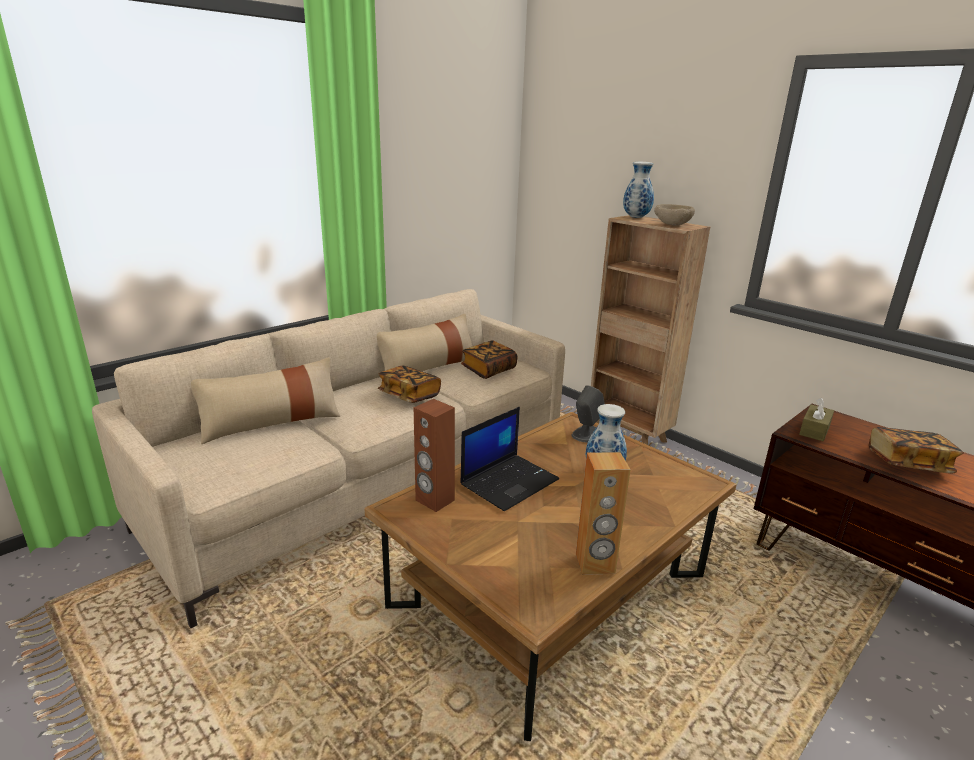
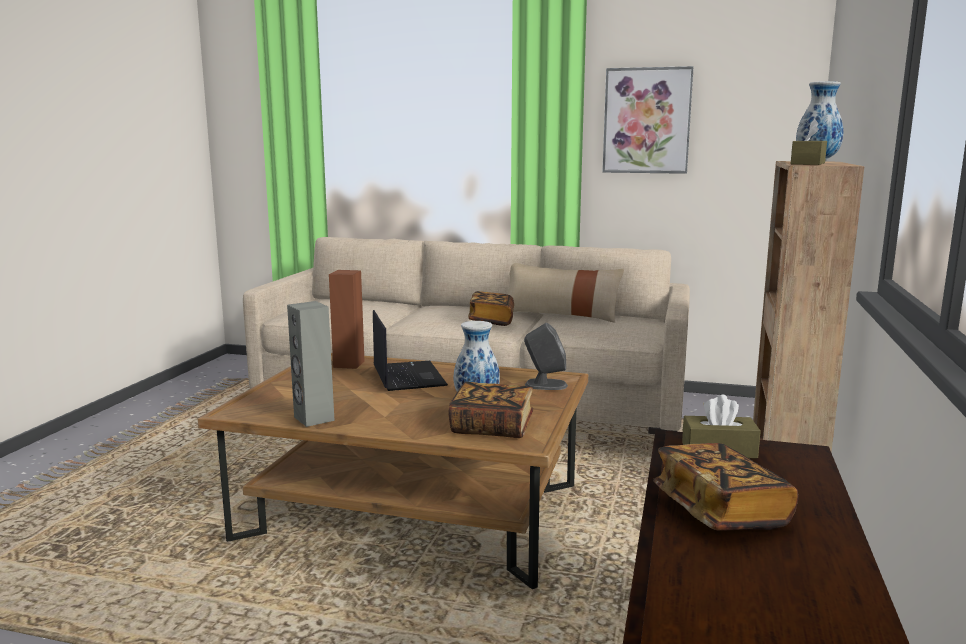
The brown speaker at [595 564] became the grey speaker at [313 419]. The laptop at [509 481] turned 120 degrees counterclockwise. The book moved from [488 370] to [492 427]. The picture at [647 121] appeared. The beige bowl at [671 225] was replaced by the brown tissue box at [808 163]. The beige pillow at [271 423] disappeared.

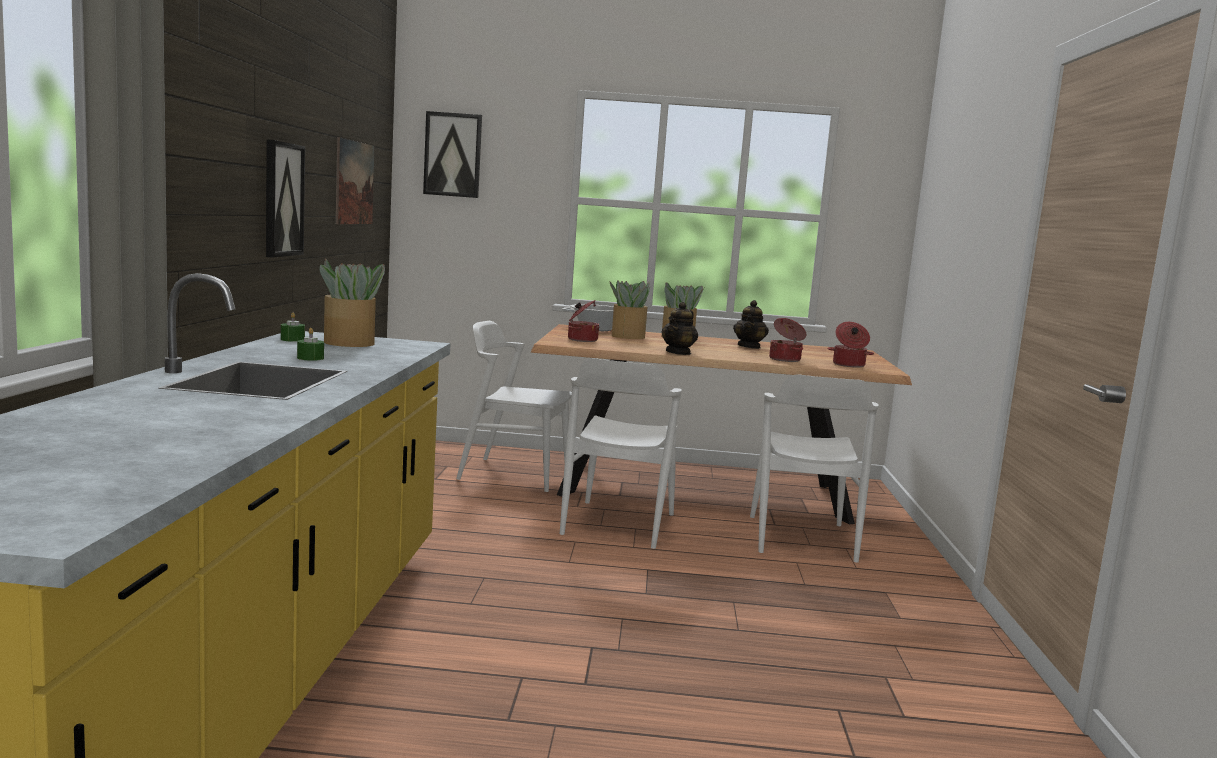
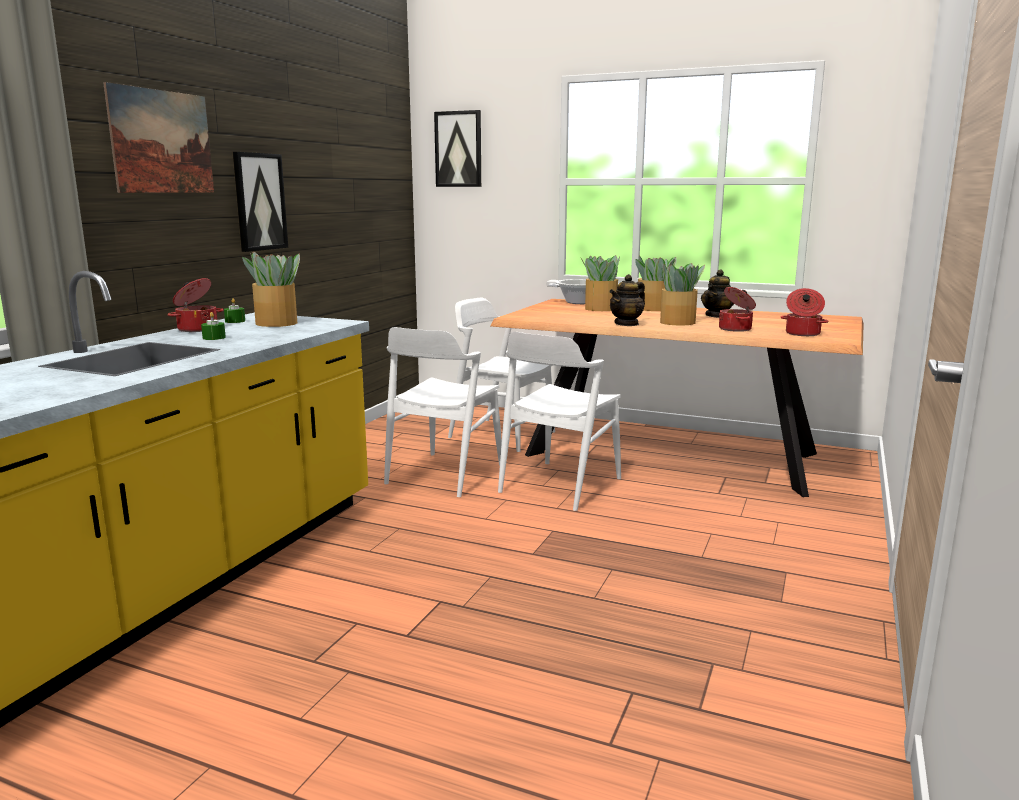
The picture moved from [354 183] to [162 142]. The cooking pot moved from [581 340] to [197 329]. The white chair moved from [801 538] to [444 474]. The potted plant at [678 322] appeared.

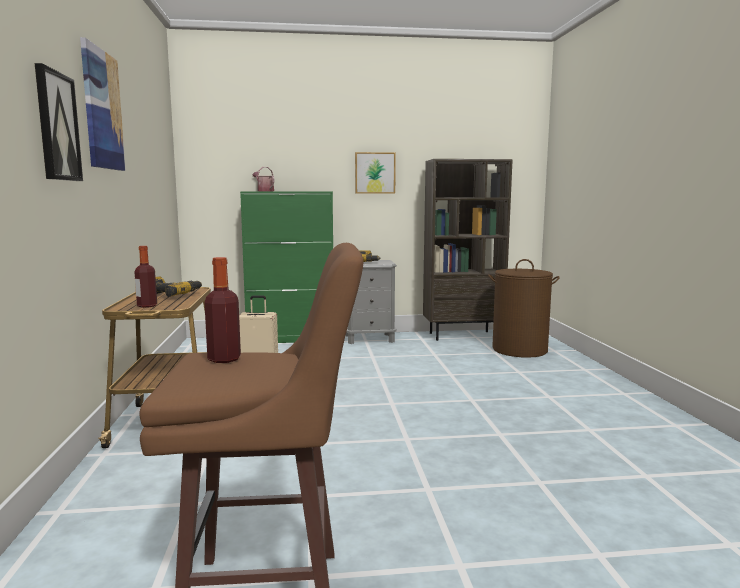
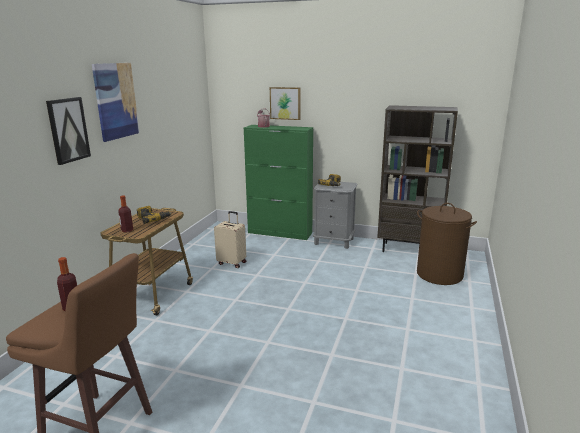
The picture moved from [375 173] to [285 103].

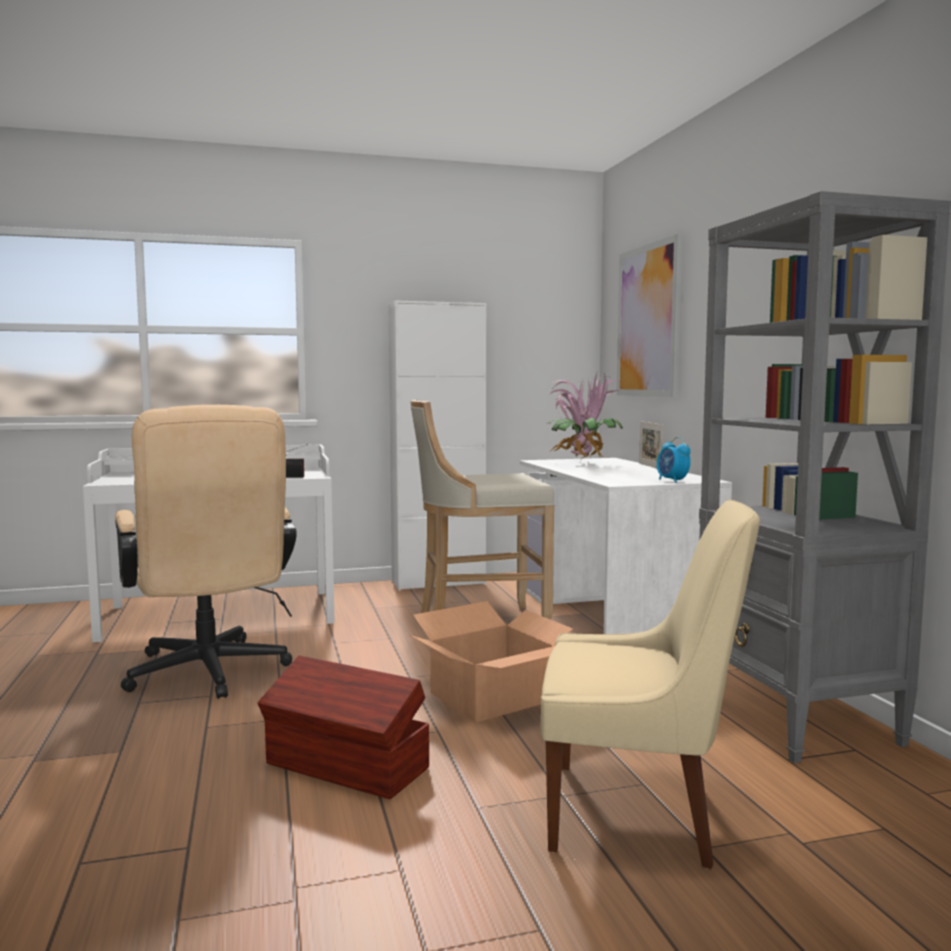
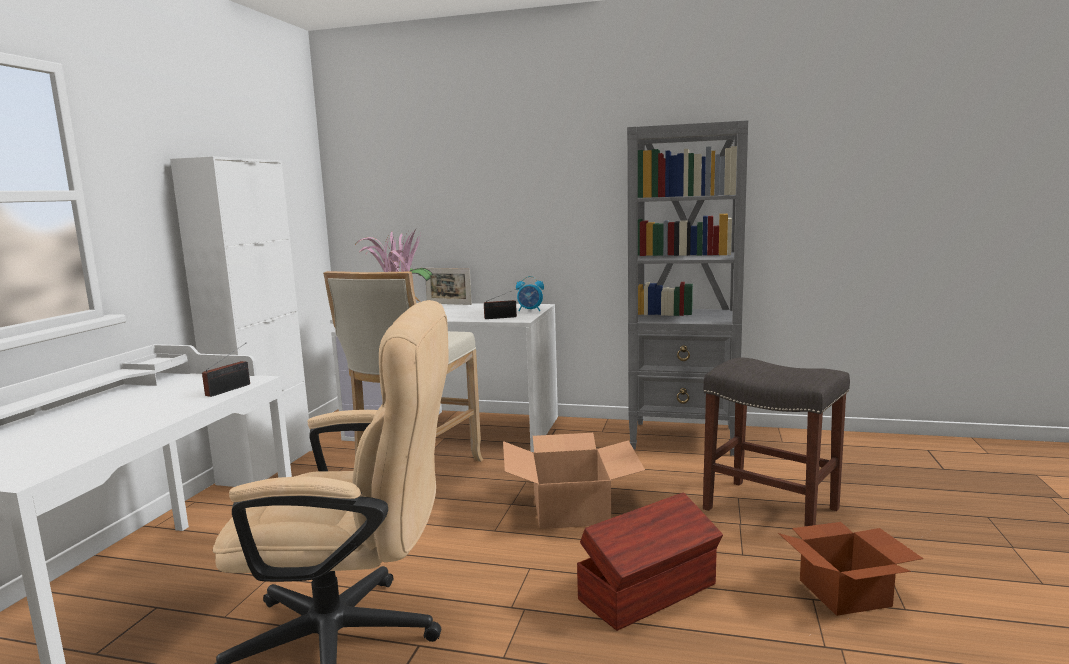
The radio at [502 317] appeared. The beige chair at [638 813] was replaced by the grey stool at [772 509]. The cardboard box at [847 593] appeared. The picture at [648 321] disappeared.

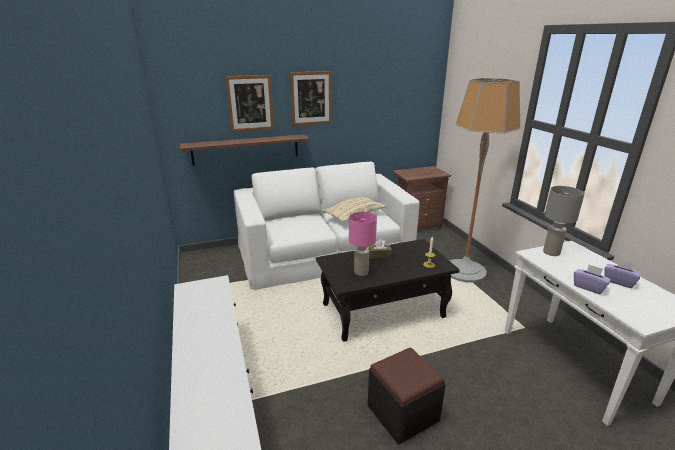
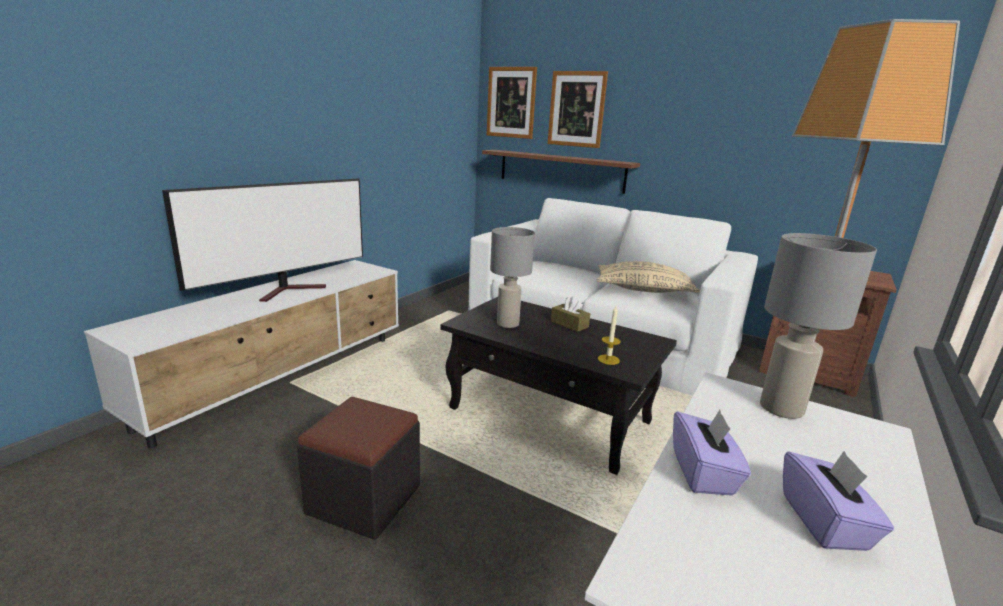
The television at [290 290] appeared. The picture moved from [311 98] to [511 102]. The pink table lamp at [361 272] became the grey table lamp at [508 324].

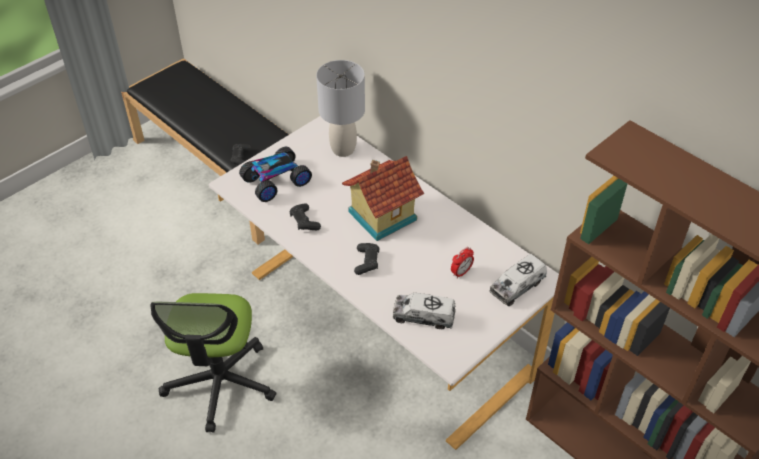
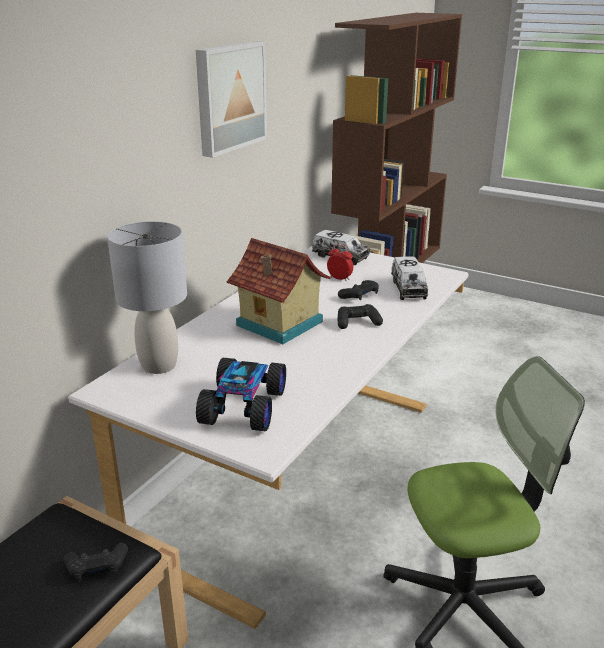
The picture at [229 97] appeared. The toy car at [276 181] turned 60 degrees clockwise. The black game controller moved from [304 221] to [359 296].

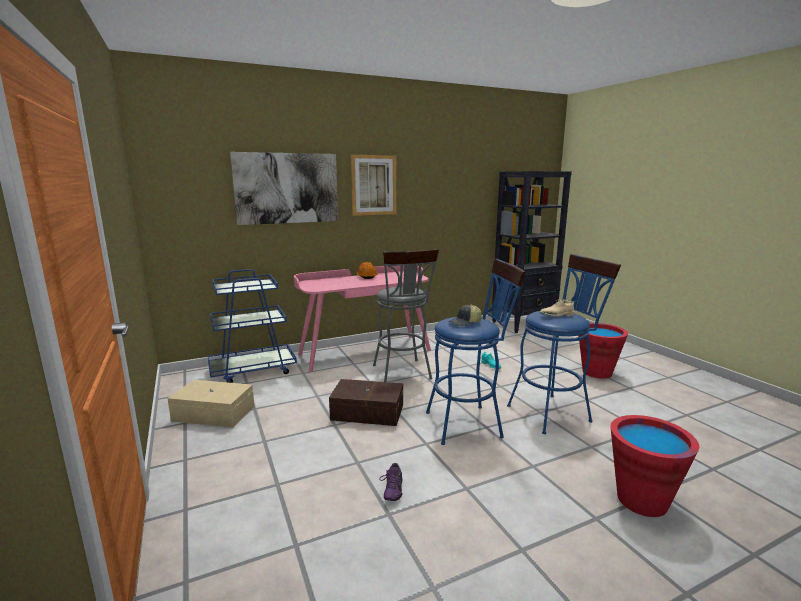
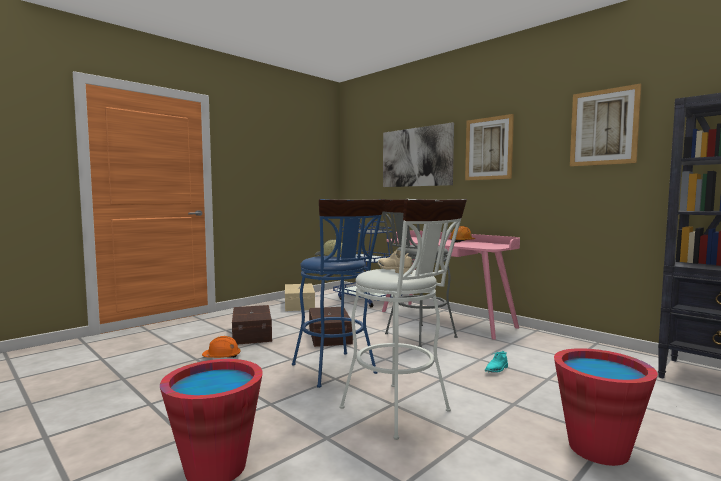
The purple shoe at [391 491] was replaced by the orange hard hat at [222 356]. The brown storage box at [253 333] appeared. The blue stool at [553 412] became the white stool at [401 412]. The picture at [603 127] appeared.

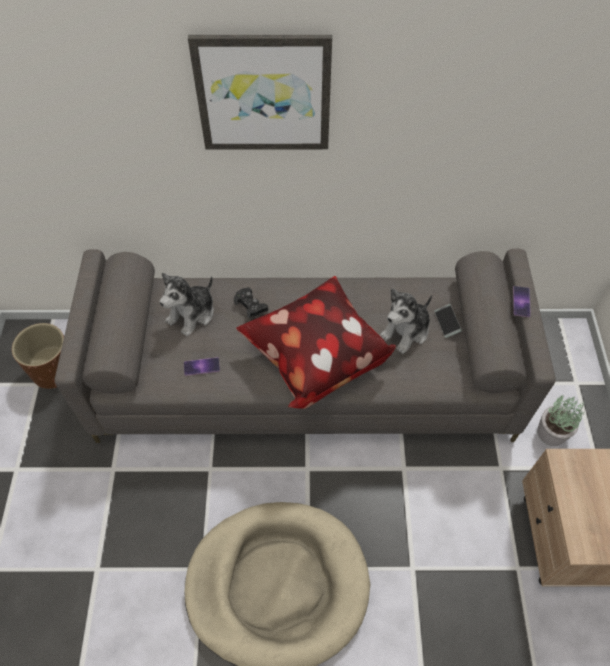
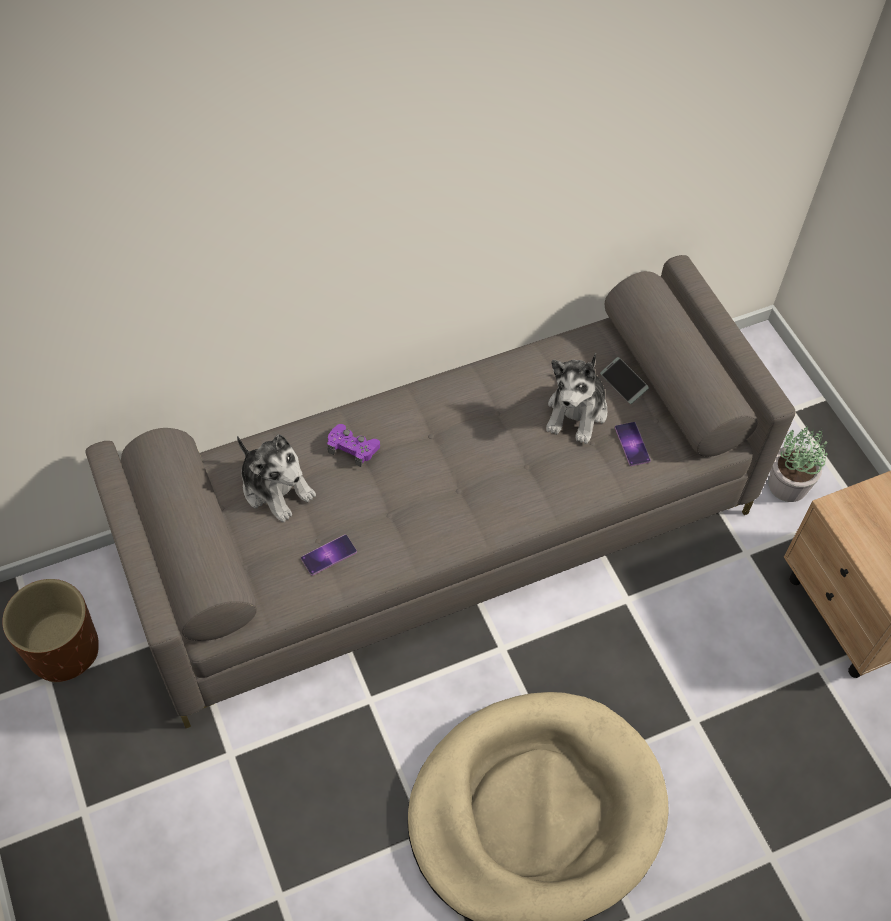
The plush toy at [192 314] turned 60 degrees counterclockwise. The black game controller at [250 305] became the purple game controller at [352 448]. The phone moved from [521 301] to [632 444]. The picture at [263 93] disappeared. The pillow at [314 357] disappeared.

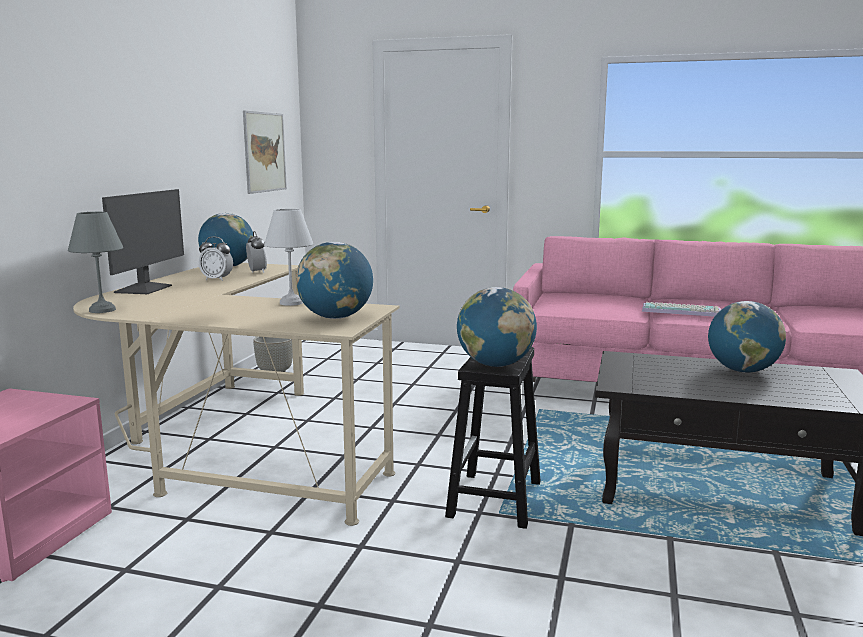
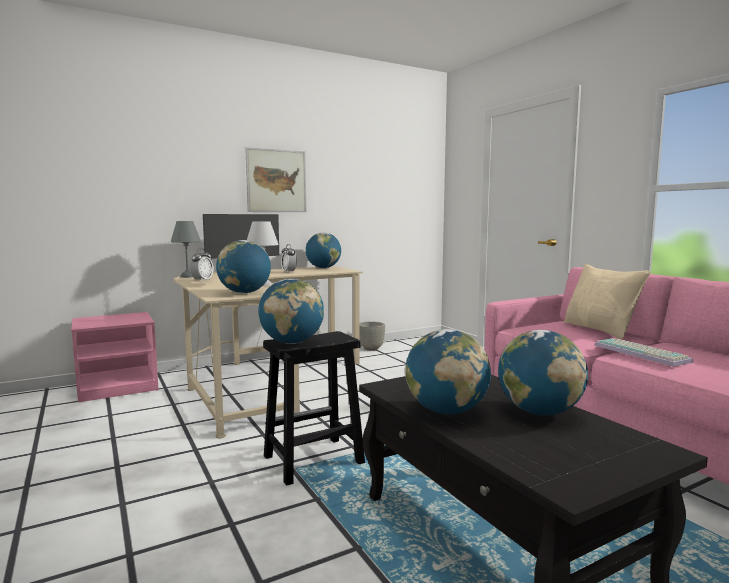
The alarm clock moved from [257 272] to [202 280]. The picture moved from [264 152] to [276 181]. The globe at [446 411] appeared. The beige pillow at [600 330] appeared.

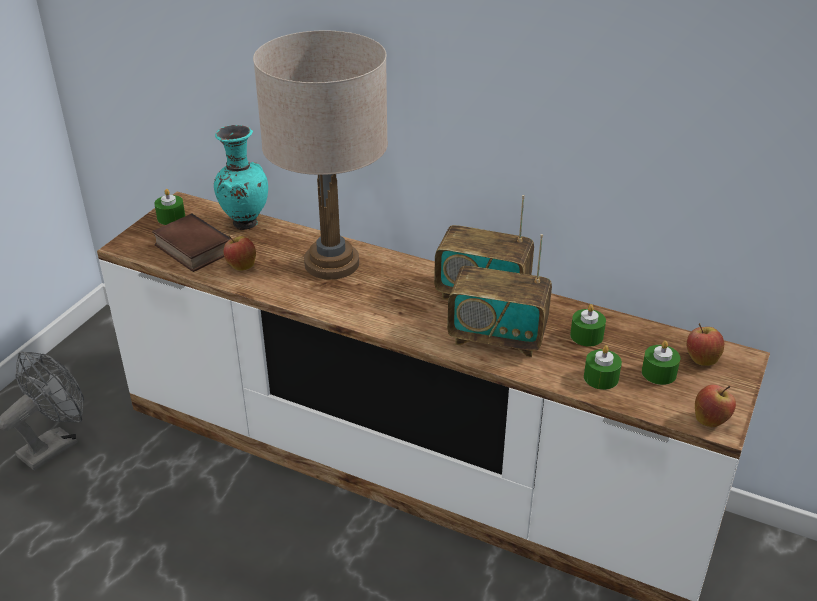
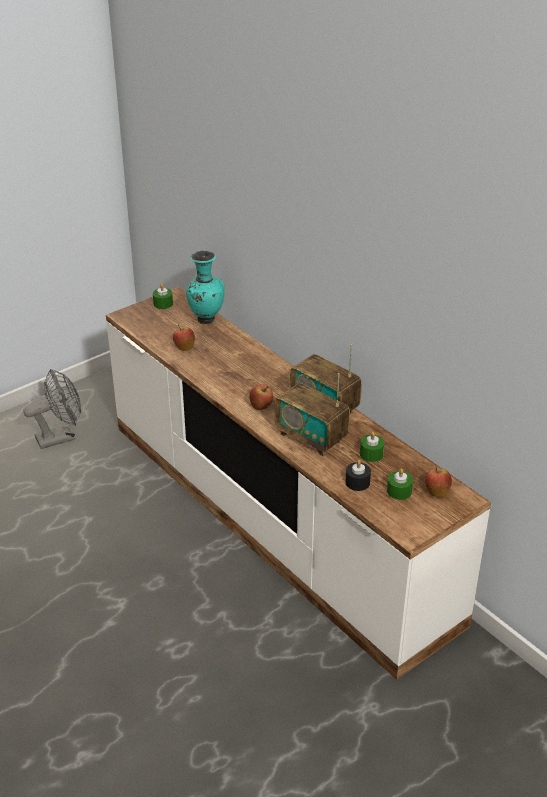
The apple moved from [711 420] to [261 407]. The green candle at [601 378] became the black candle at [357 482]. The book at [191 249] disappeared. The beige table lamp at [332 264] disappeared.

